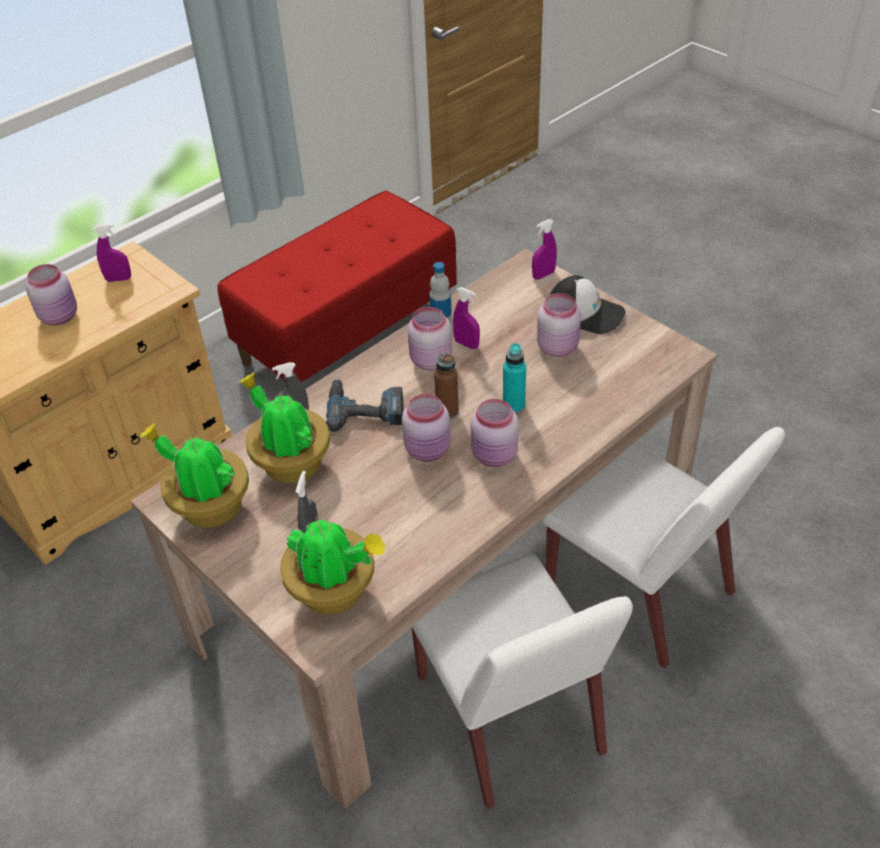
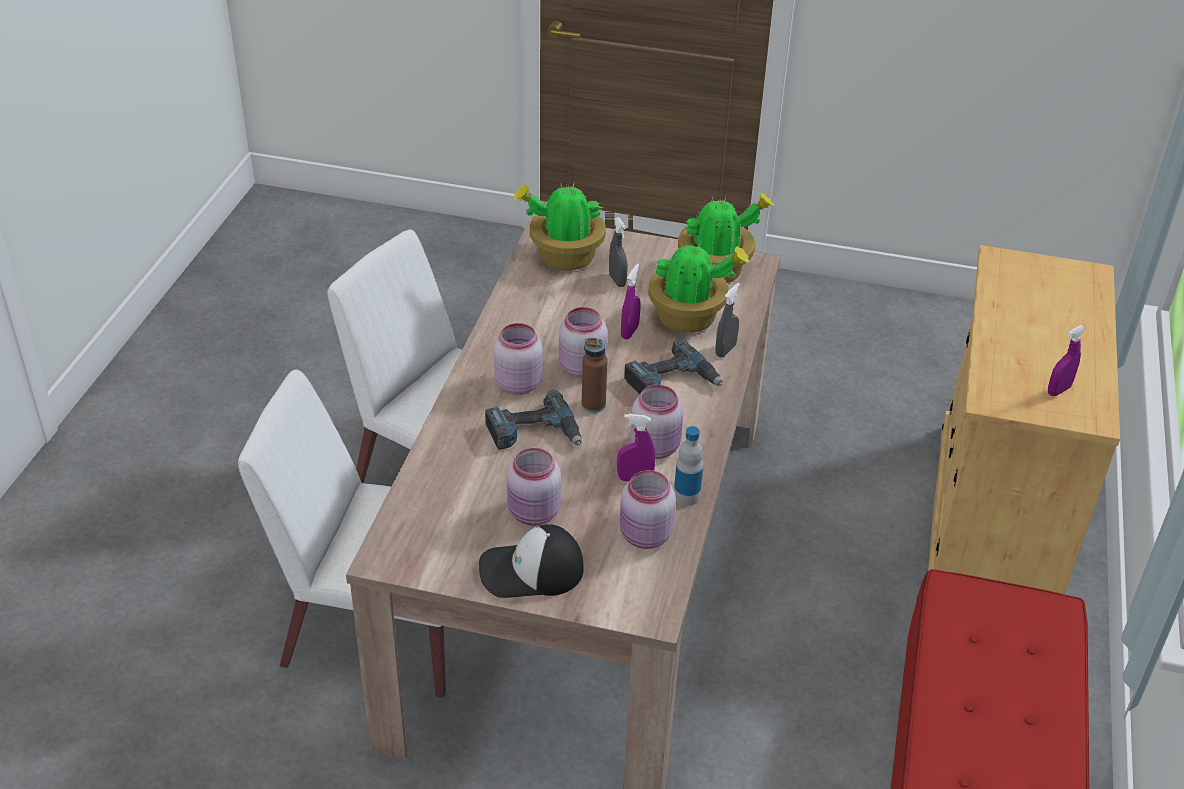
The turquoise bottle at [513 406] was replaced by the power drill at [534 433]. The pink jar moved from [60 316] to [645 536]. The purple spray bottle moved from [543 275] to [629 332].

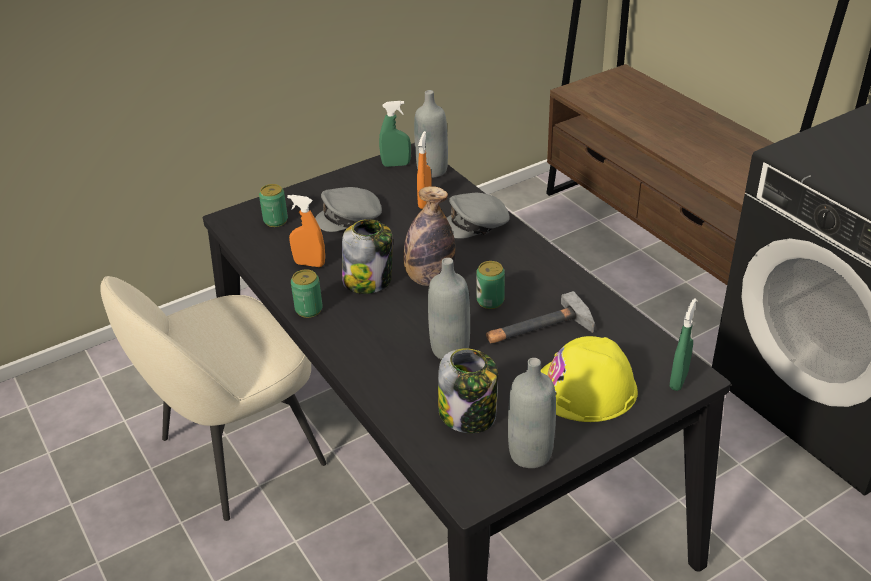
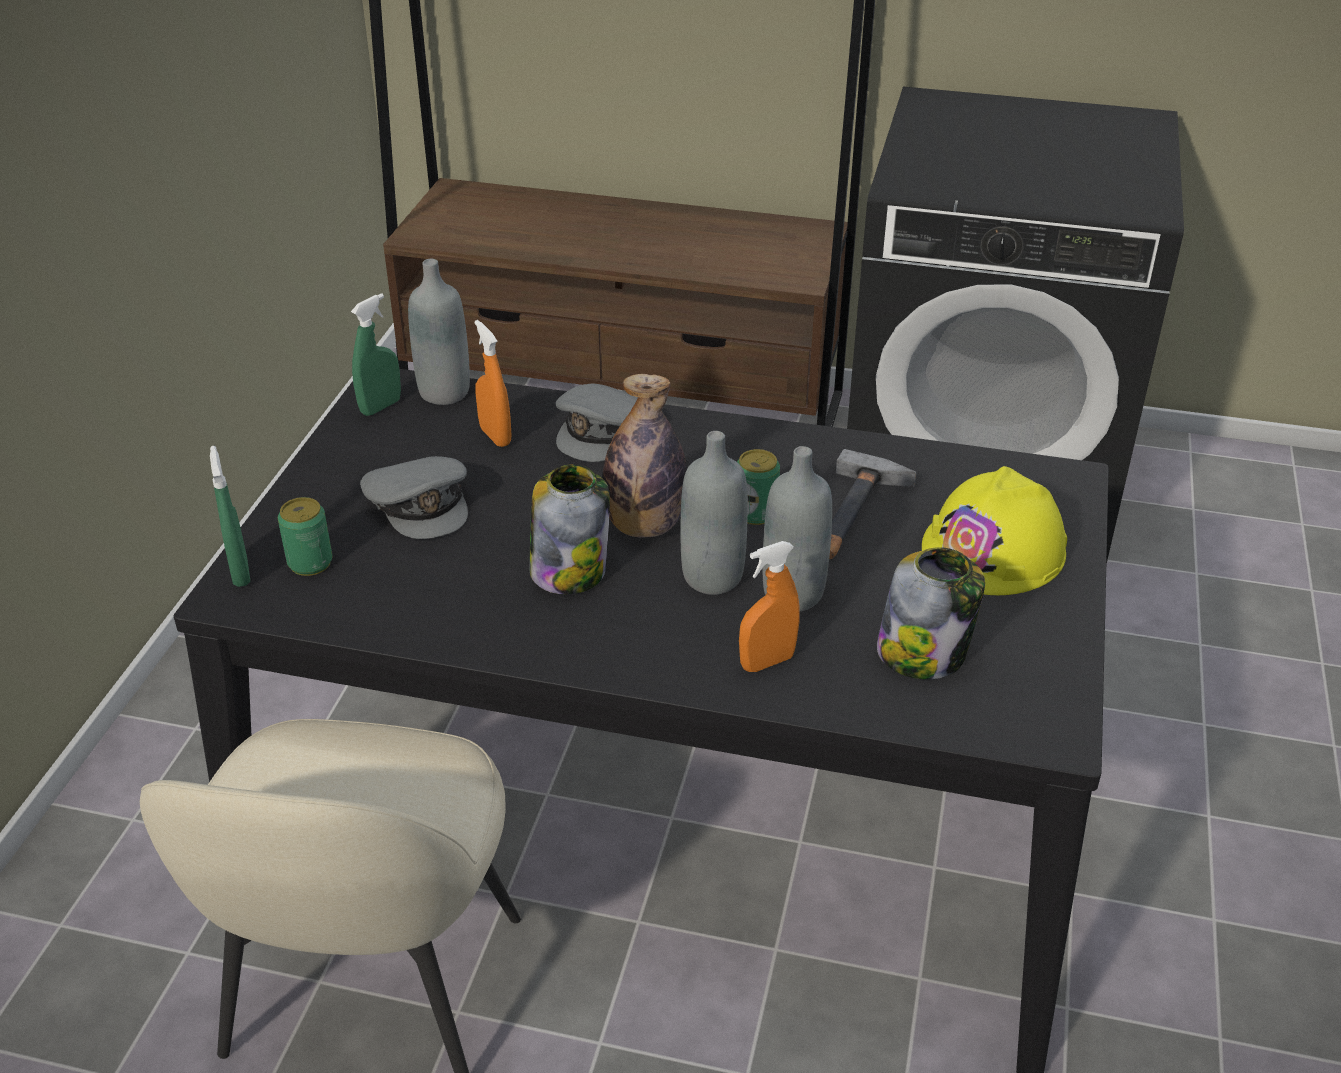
The green spray bottle moved from [678 380] to [240 572]. The grey cap at [350 217] turned 60 degrees counterclockwise. The grey bottle moved from [530 453] to [712 577]. The orange spray bottle moved from [309 264] to [767 662]. The can at [309 309] disappeared.

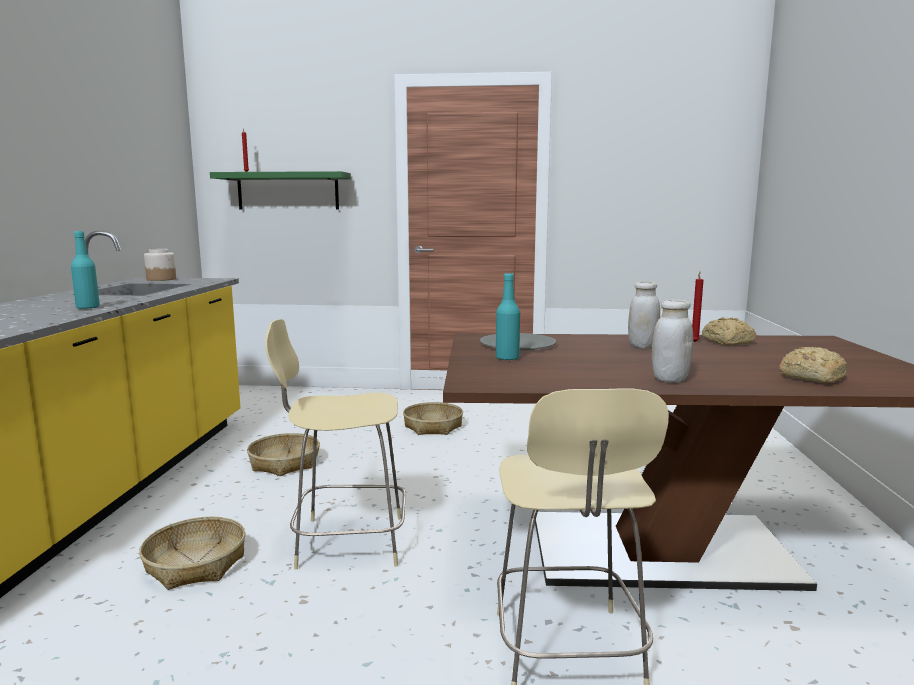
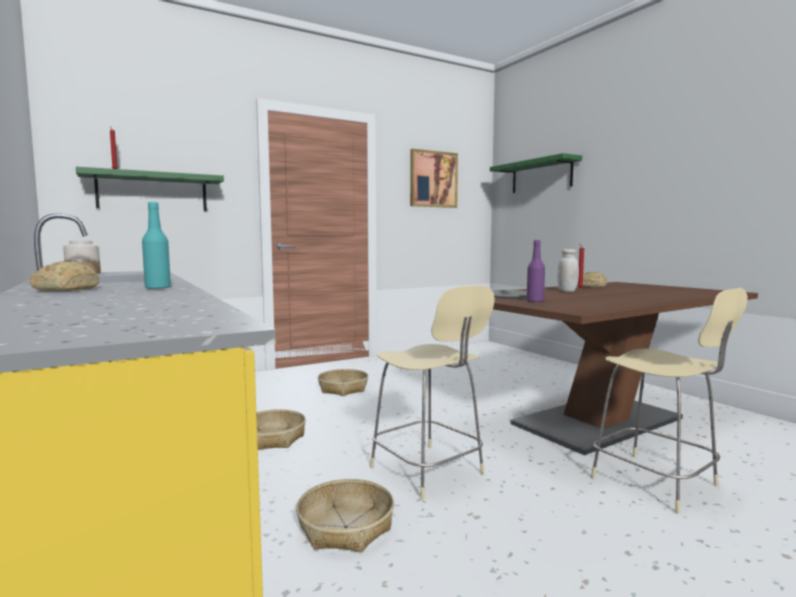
The bread moved from [810 377] to [66 290]. The beige chair at [346 541] turned 90 degrees counterclockwise. The picture at [433 179] appeared. The green shelf at [541 176] appeared. The turquoise bottle at [507 358] became the purple bottle at [535 301]. The white jar at [669 379] disappeared.

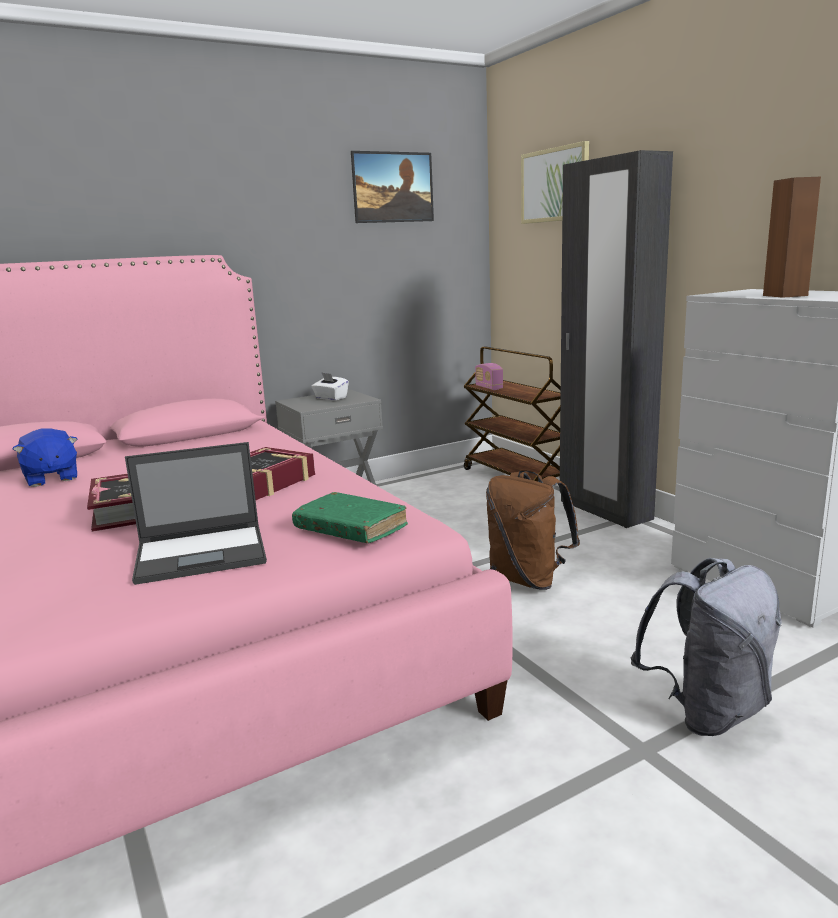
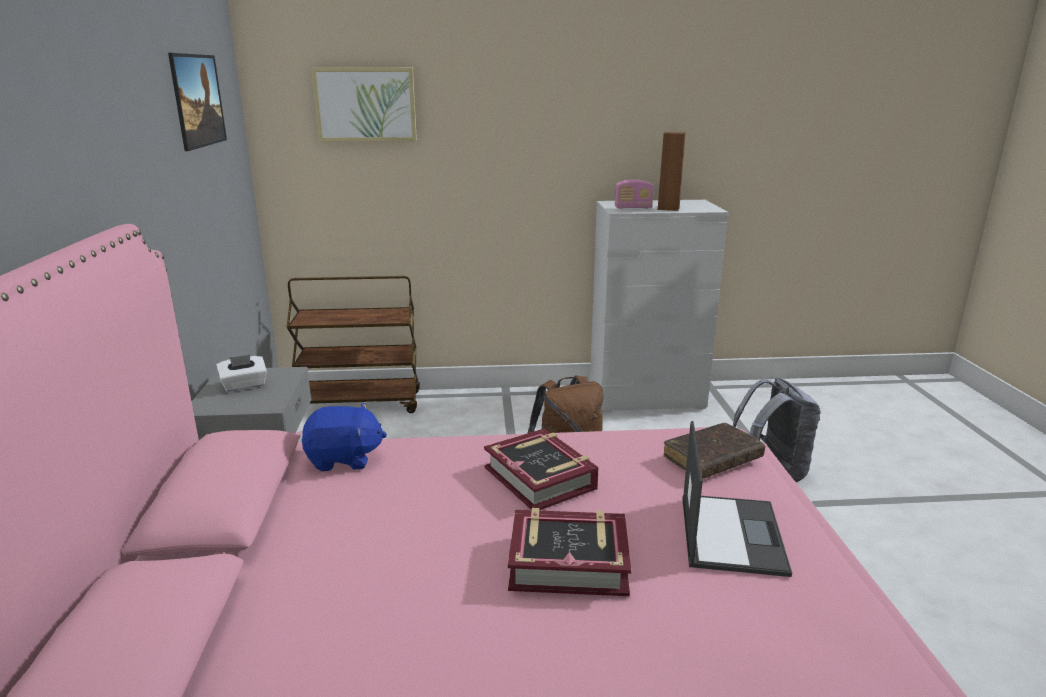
The blue plush toy moved from [51 478] to [344 459]. The radio moved from [489 388] to [633 208]. The green book at [350 529] became the brown book at [712 459]. The black wardrobe at [604 510] disappeared.

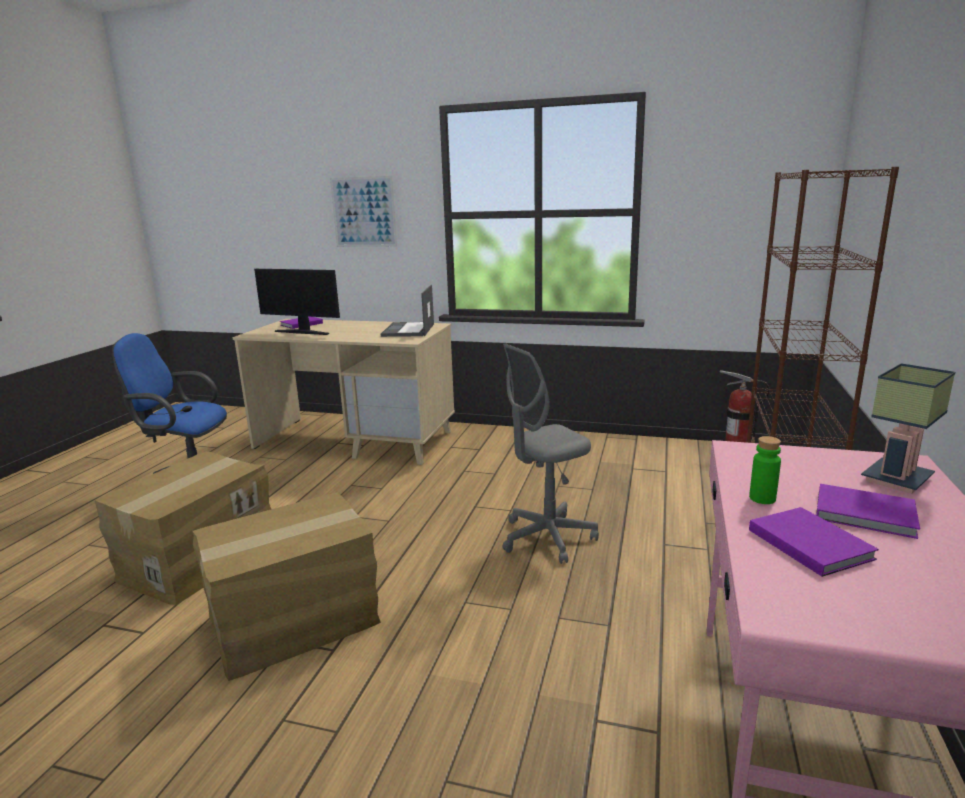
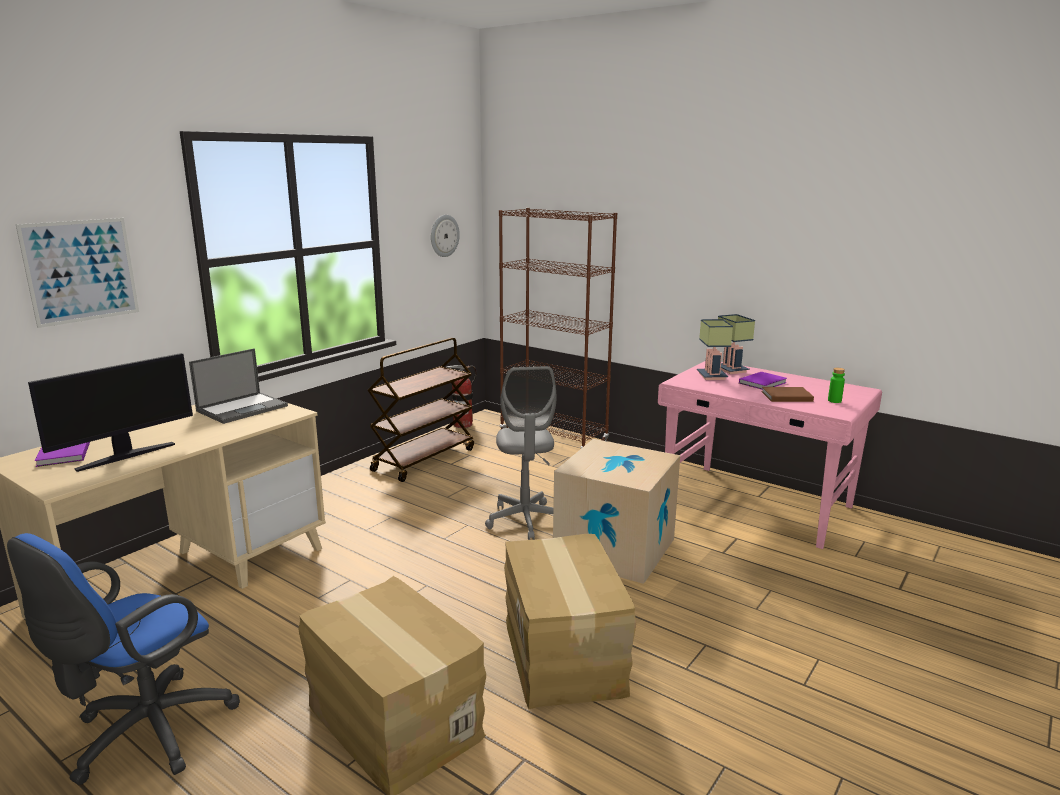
The laptop at [408 330] turned 75 degrees counterclockwise. The brown cart at [424 459] appeared. The wall clock at [444 235] appeared. The cardboard box at [614 548] appeared. The table lamp at [713 376] appeared. The purple book at [808 542] became the brown book at [785 396]. The green bottle moved from [762 498] to [834 401].

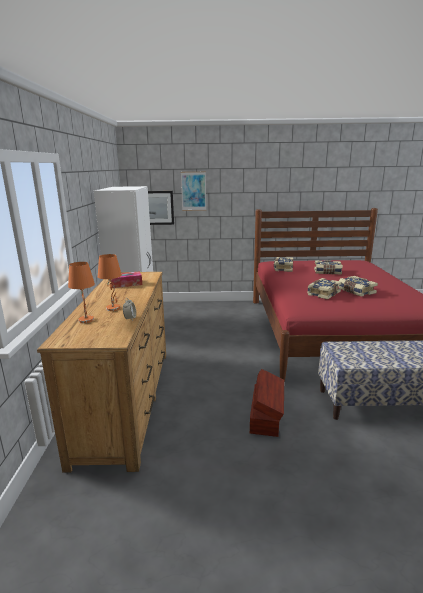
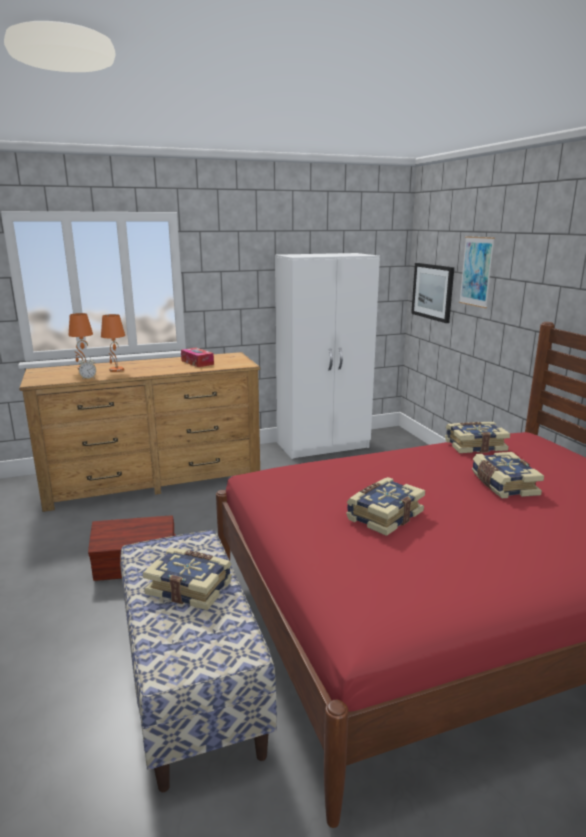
The book moved from [323 293] to [190 587].

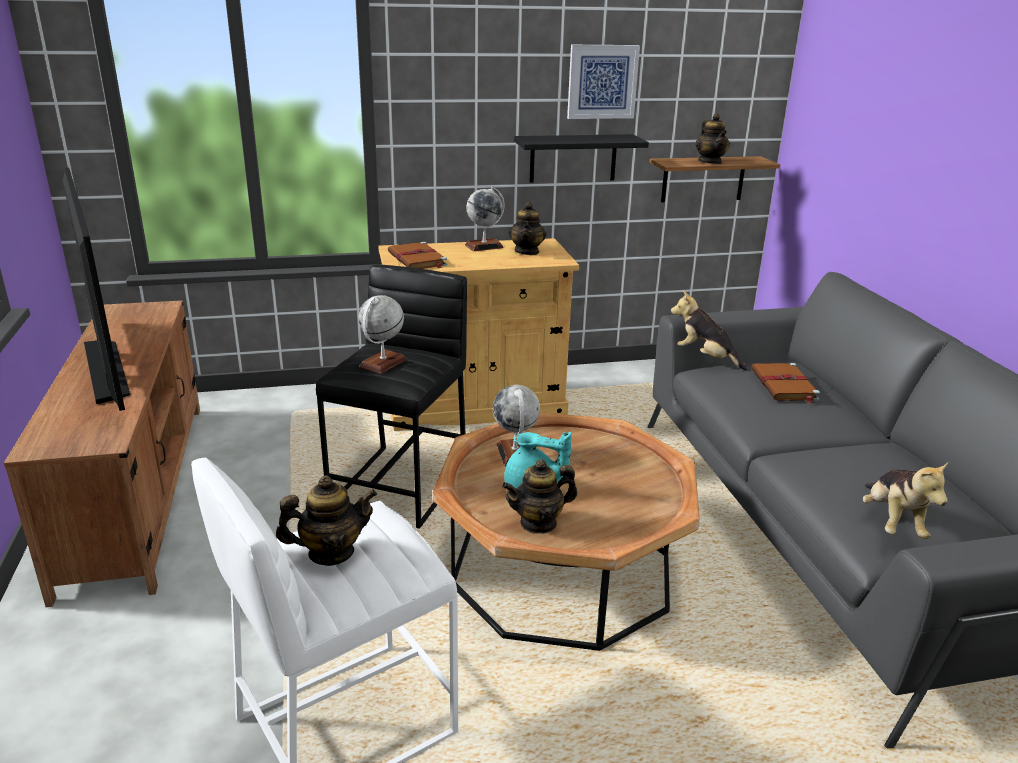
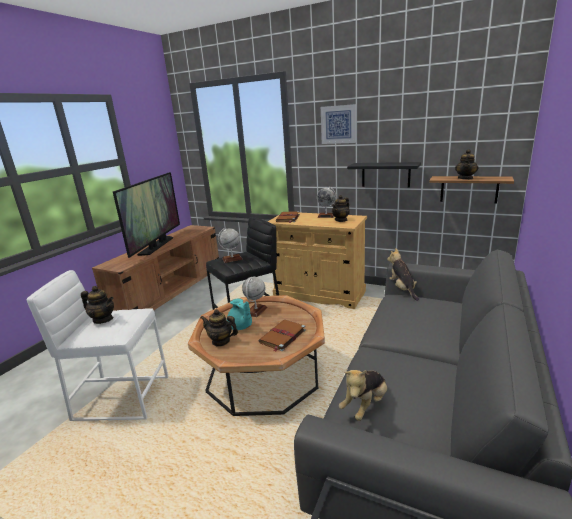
The brown book moved from [784 385] to [282 337]. The picture moved from [602 82] to [338 124].

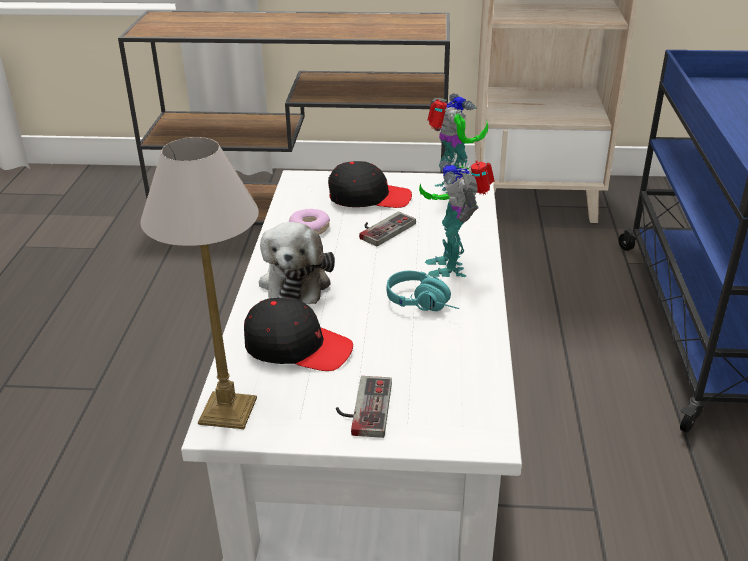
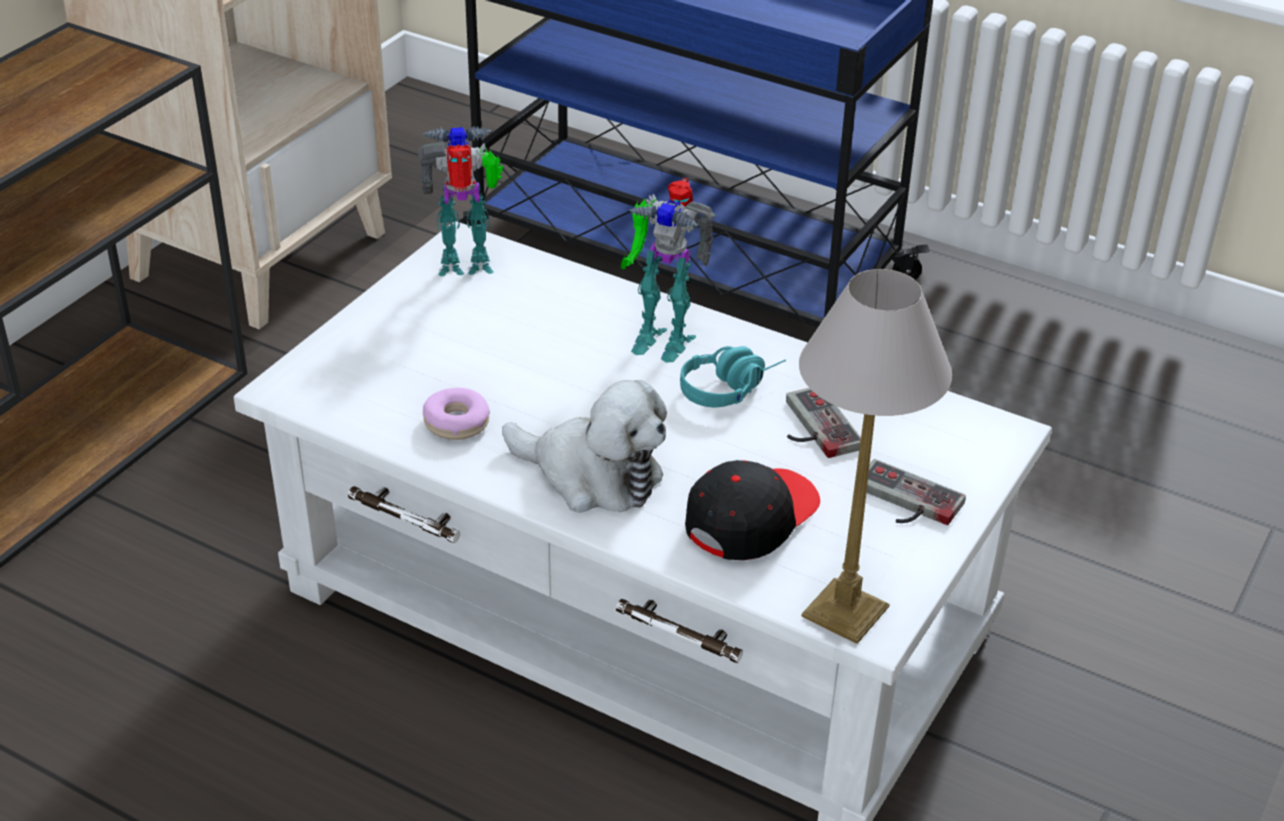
The game controller moved from [382 228] to [812 427]. The black cap at [369 197] disappeared.

